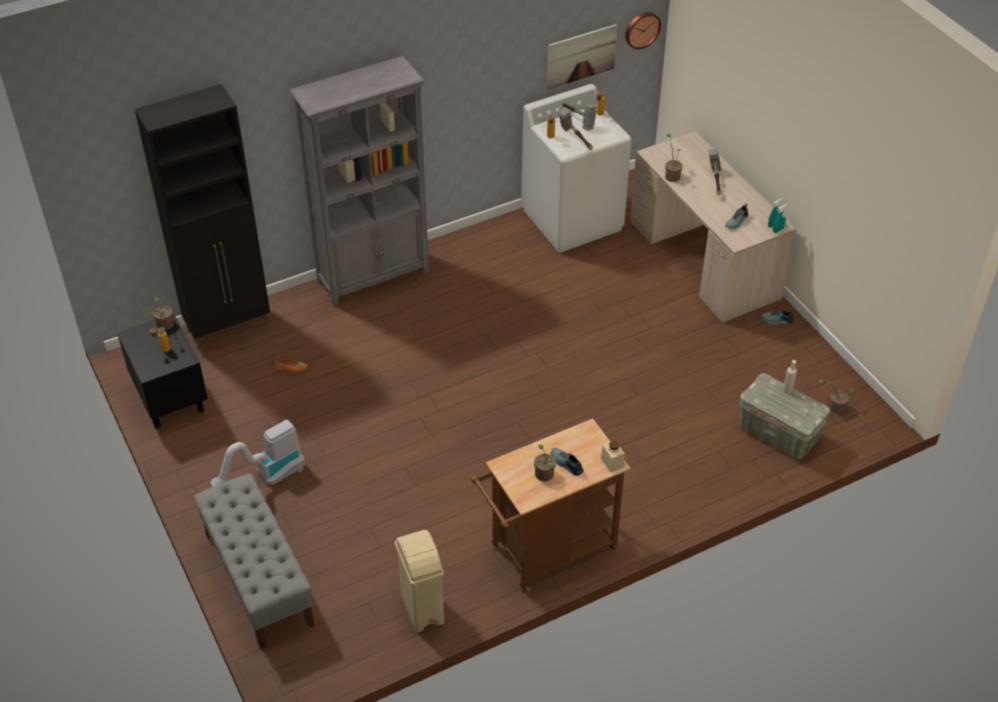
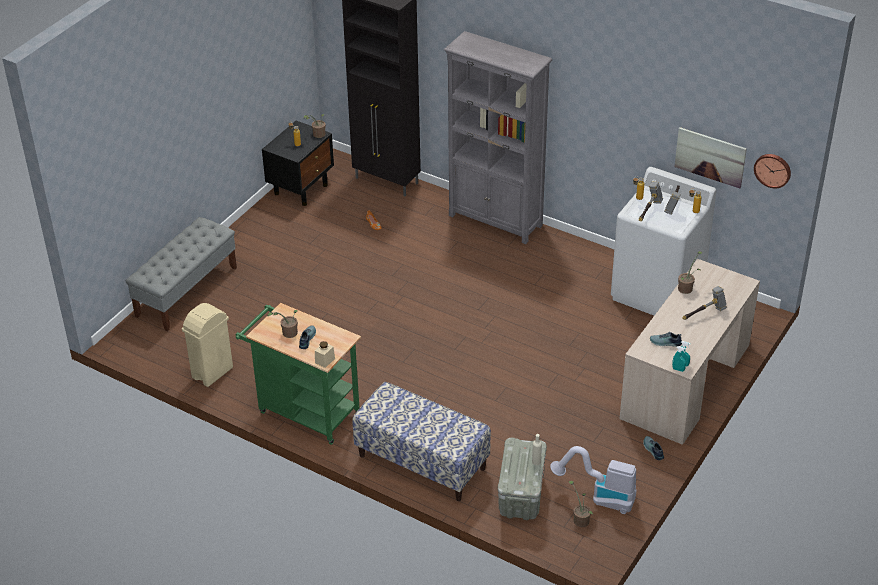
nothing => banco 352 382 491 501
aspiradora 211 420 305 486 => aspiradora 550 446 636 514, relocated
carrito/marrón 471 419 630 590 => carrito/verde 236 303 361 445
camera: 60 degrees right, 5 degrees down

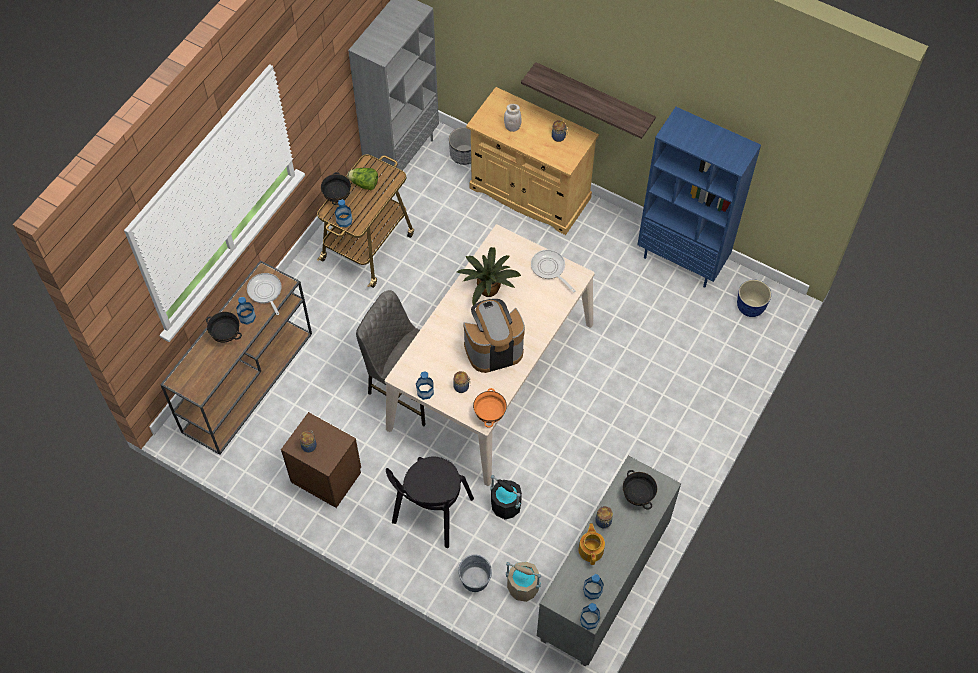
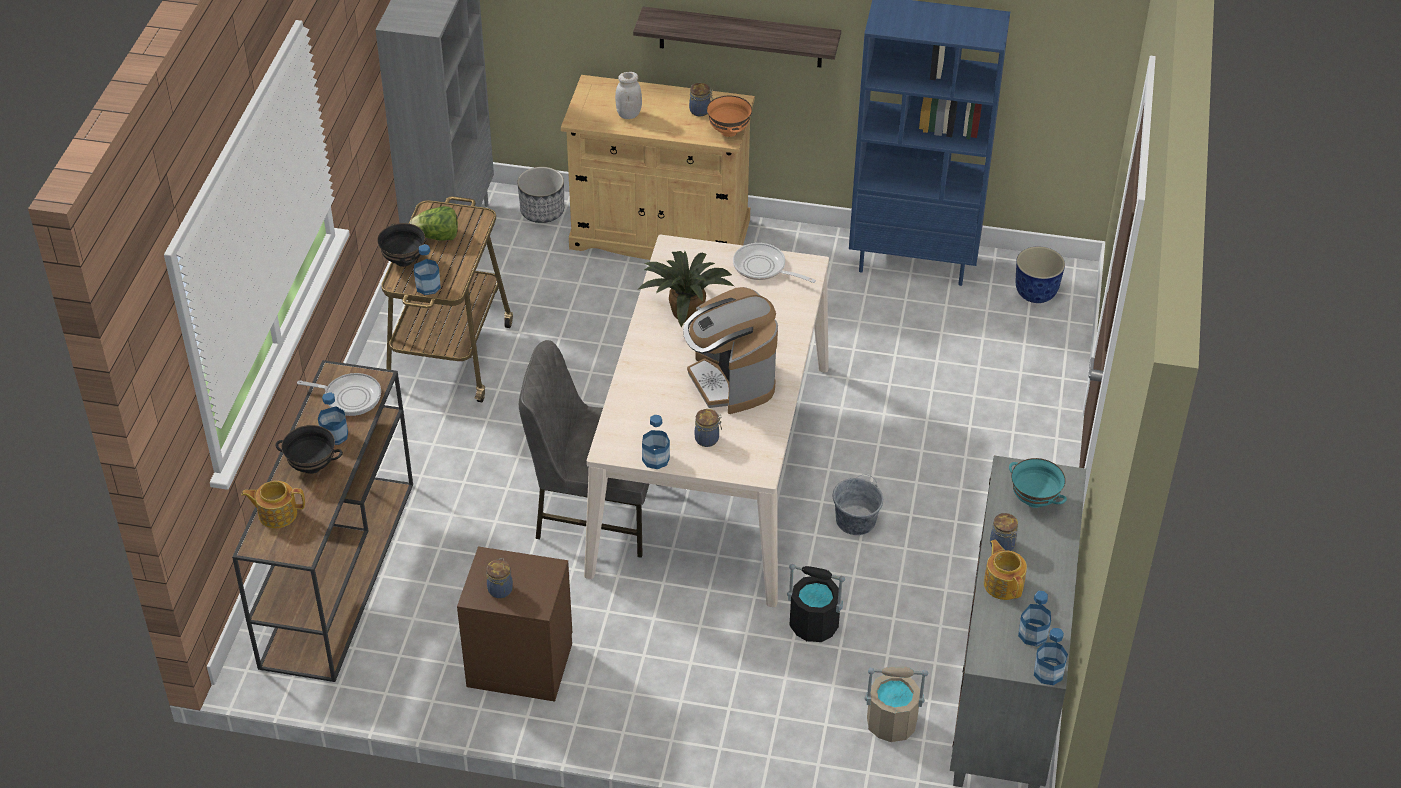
silla/negro 386 457 474 548 => nothing
nothing => tetera 241 481 305 529
cubo/gris 458 554 492 592 => cubo/gris 833 475 883 535, relocated
cuenco/naranja 473 388 507 428 => cuenco/naranja 707 96 752 137, relocated
cuenco/negro 623 470 657 510 => cuenco/turquesa 1009 458 1067 508
sartén 247 273 282 315 => sartén 297 373 381 416, 150 degrees clockwise
cafetera 463 299 525 373 => cafetera 683 287 778 414, 75 degrees counterclockwise
camera: 20 degrees left, 15 degrees down

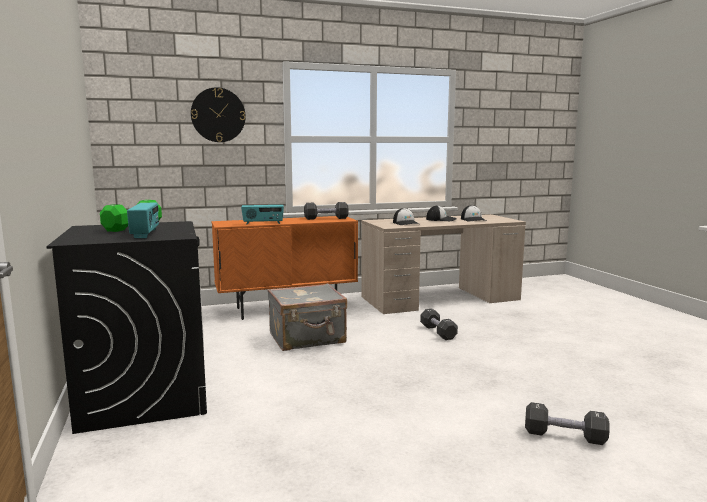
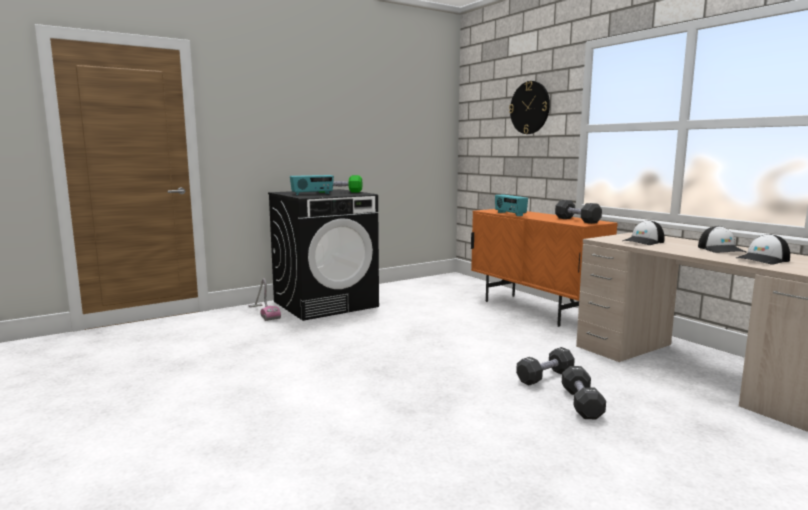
maleta/gris 268 283 347 351 => nothing
nothing => aspiradora 249 278 281 321
mancuerna/negro 525 402 610 445 => mancuerna/negro 562 366 606 419, relocated
camera: 75 degrees right, 0 degrees up

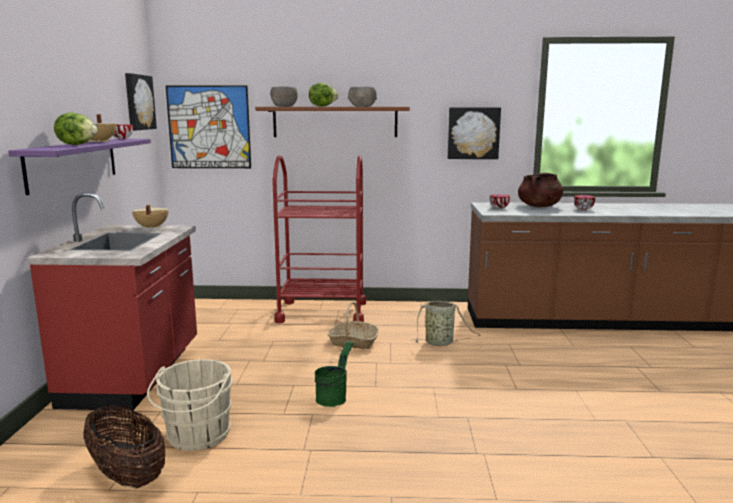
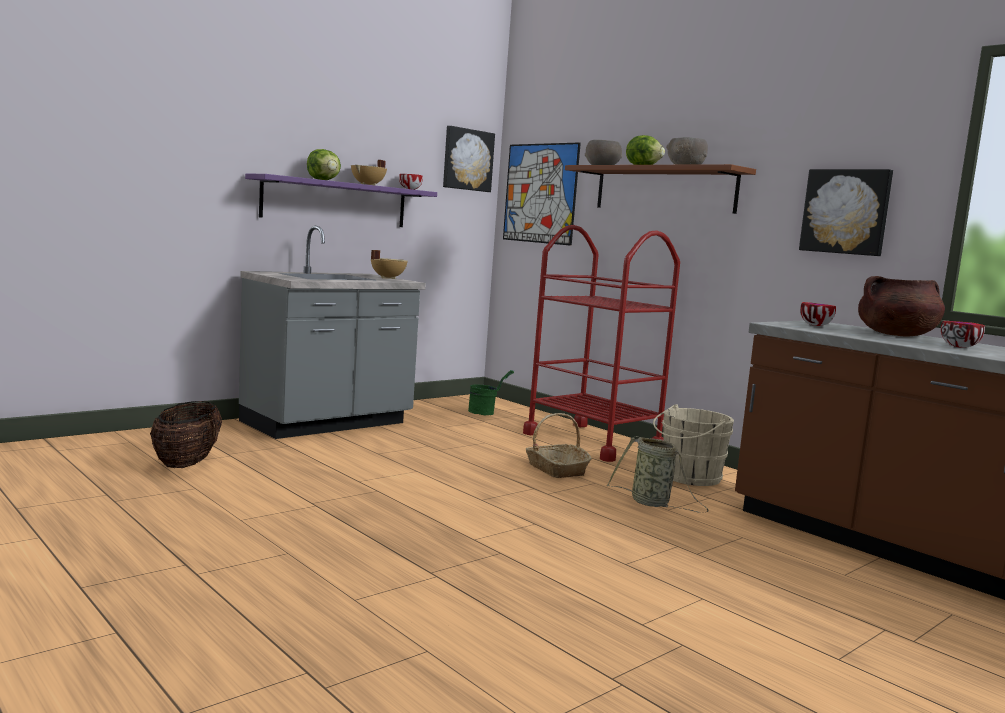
cubo/beis 147 359 233 451 => cubo/beis 653 404 734 486, relocated
cubo/verde 315 340 354 407 => cubo/verde 468 370 514 415, relocated
mueble bajo de cocina/rojo 28 193 197 411 => mueble bajo de cocina/gris 239 226 426 439
camera: 45 degrees right, 5 degrees down

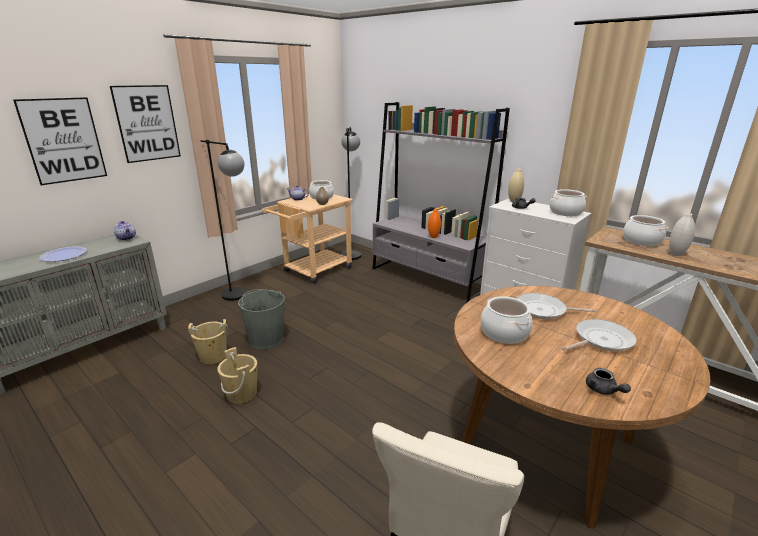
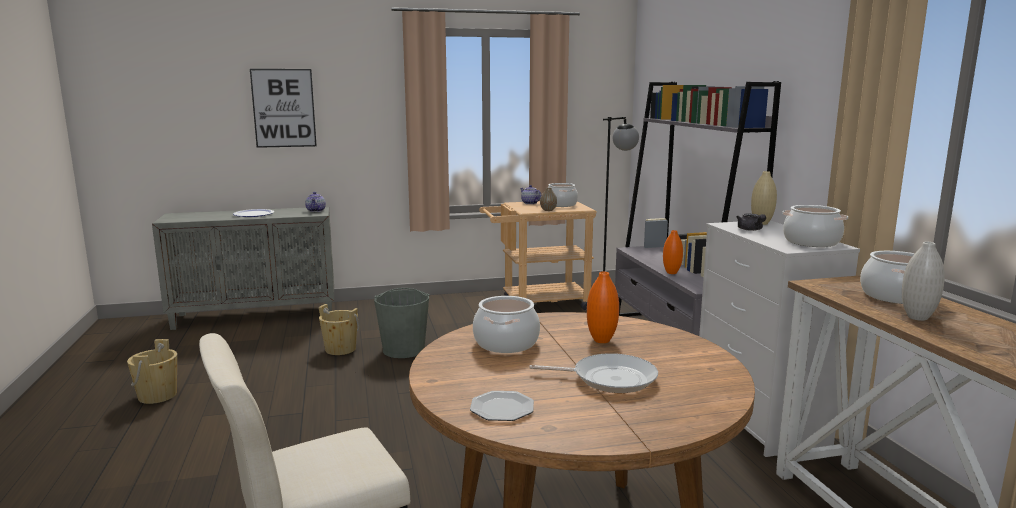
cuadro 110 85 181 163 => nothing
lámpara de pie/negro 201 140 248 301 => nothing
cubo/beis 217 347 257 404 => cubo/beis 127 339 177 404, relocated
sartén 516 293 596 319 => florero/naranja 587 271 619 343
tetera/gris 586 368 631 395 => plato 470 391 534 421
camera: 35 degrees right, 10 degrees down

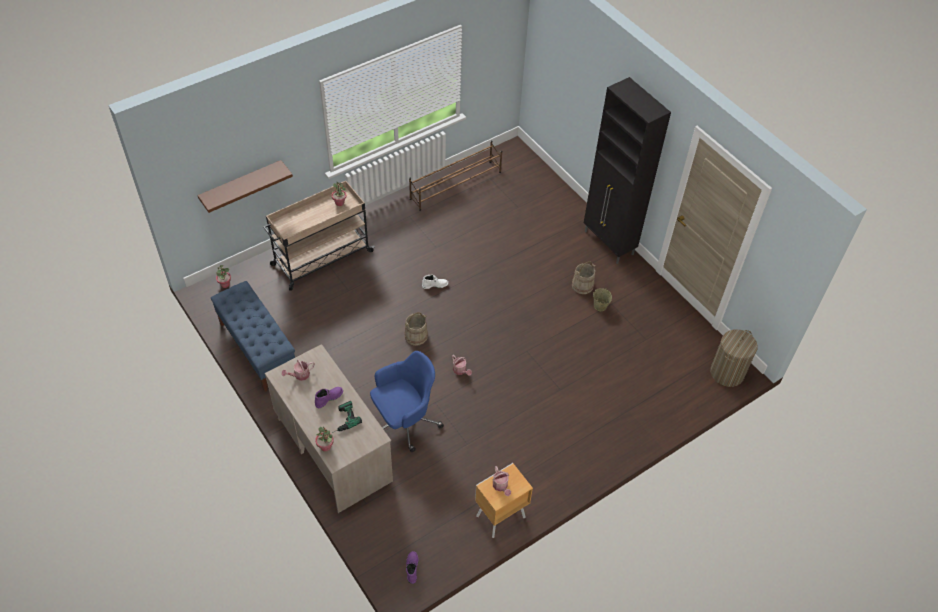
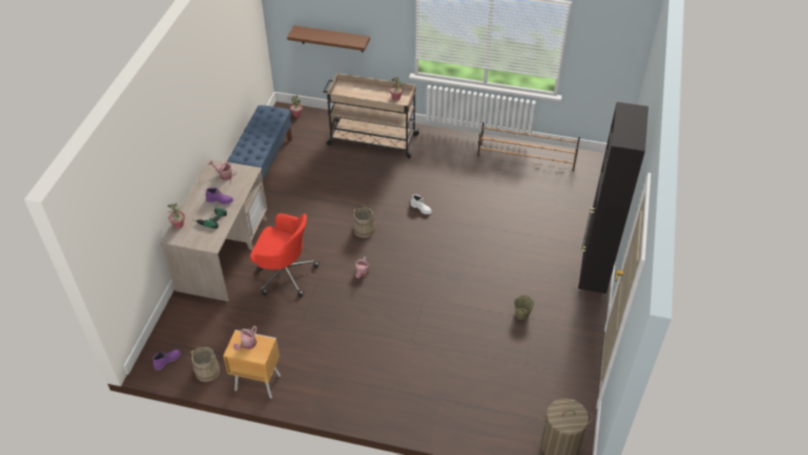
cubo/beis 572 261 595 294 => cubo/beis 190 347 220 382, relocated
silla de oficina/azul 370 351 444 452 => silla de oficina/rojo 250 213 320 297
camera: 50 degrees right, 5 degrees down

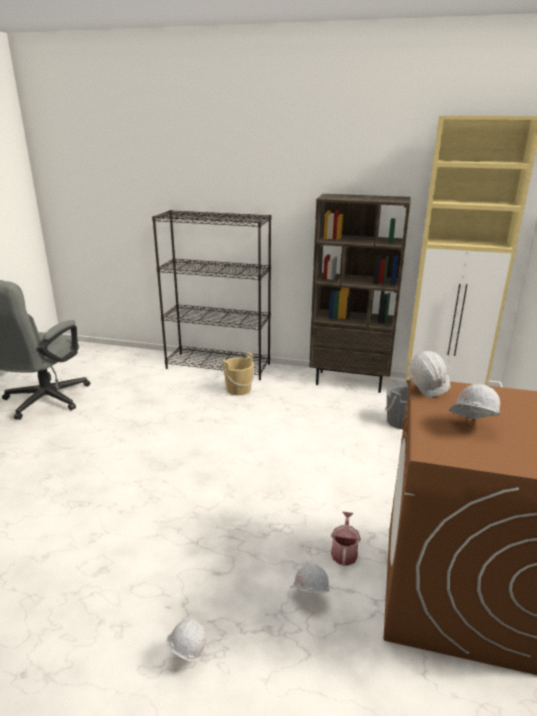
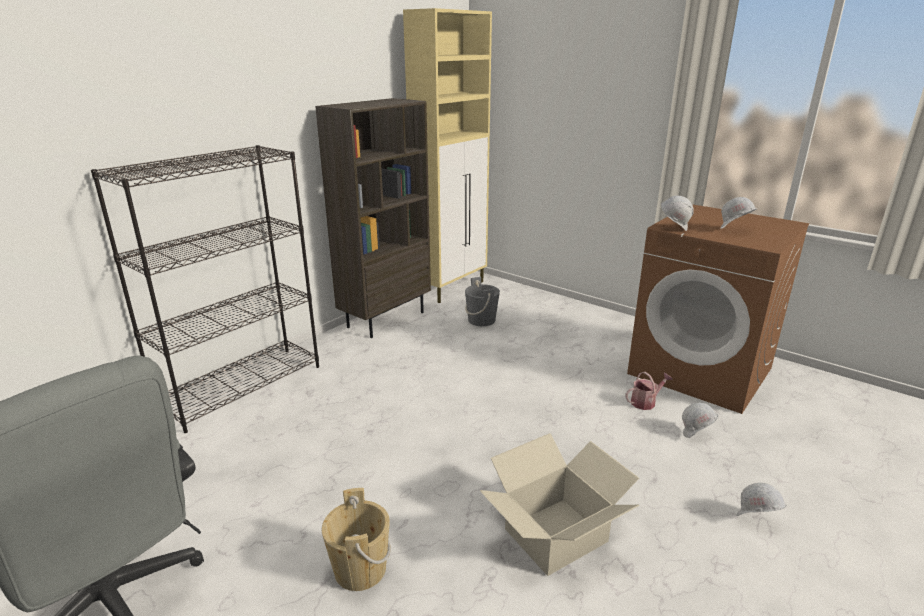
nothing => caja de cartón 480 433 639 576
cubo/beis 222 352 254 395 => cubo/beis 322 488 391 591, relocated
regadera 331 512 361 566 => regadera 625 372 673 410, 120 degrees clockwise
camera: 65 degrees left, 0 degrees up

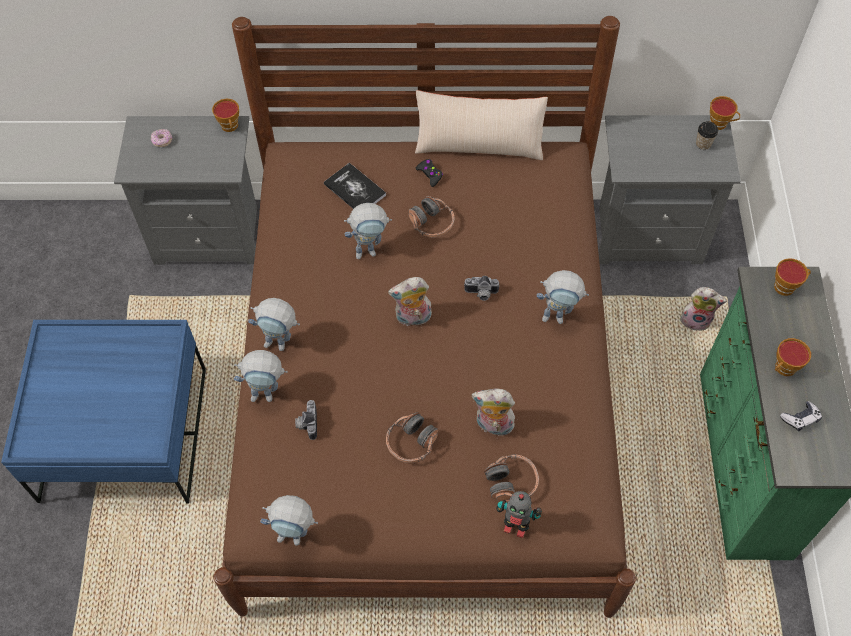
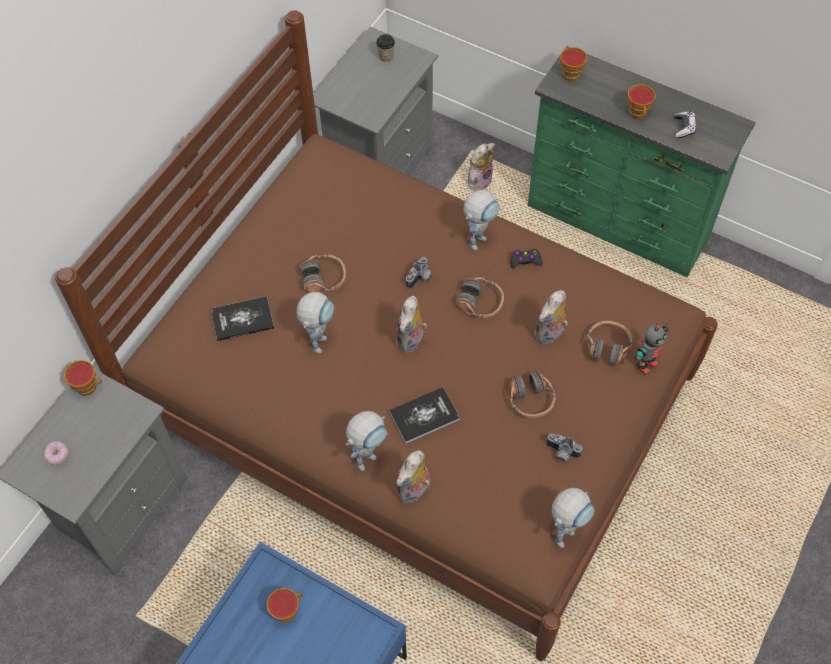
cojín/beis 415 90 548 160 => nothing
nothing => libro 389 387 460 444
nothing => auriculares 455 277 504 318
cámara 295 400 317 440 => cámara 546 433 582 463, relocated
mando de consola/negro 416 159 443 187 => mando de consola/negro 511 249 542 268, relocated
taza 710 96 740 130 => taza 267 588 303 623, relocated
robot de juguete 234 350 288 402 => peluche 396 451 434 503
camera: 60 degrees left, 0 degrees up

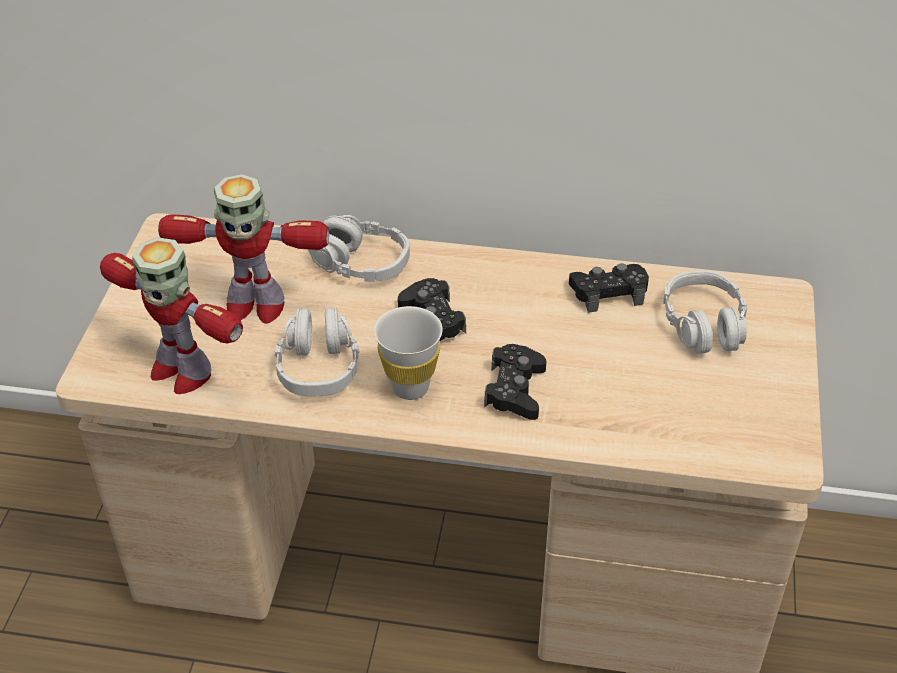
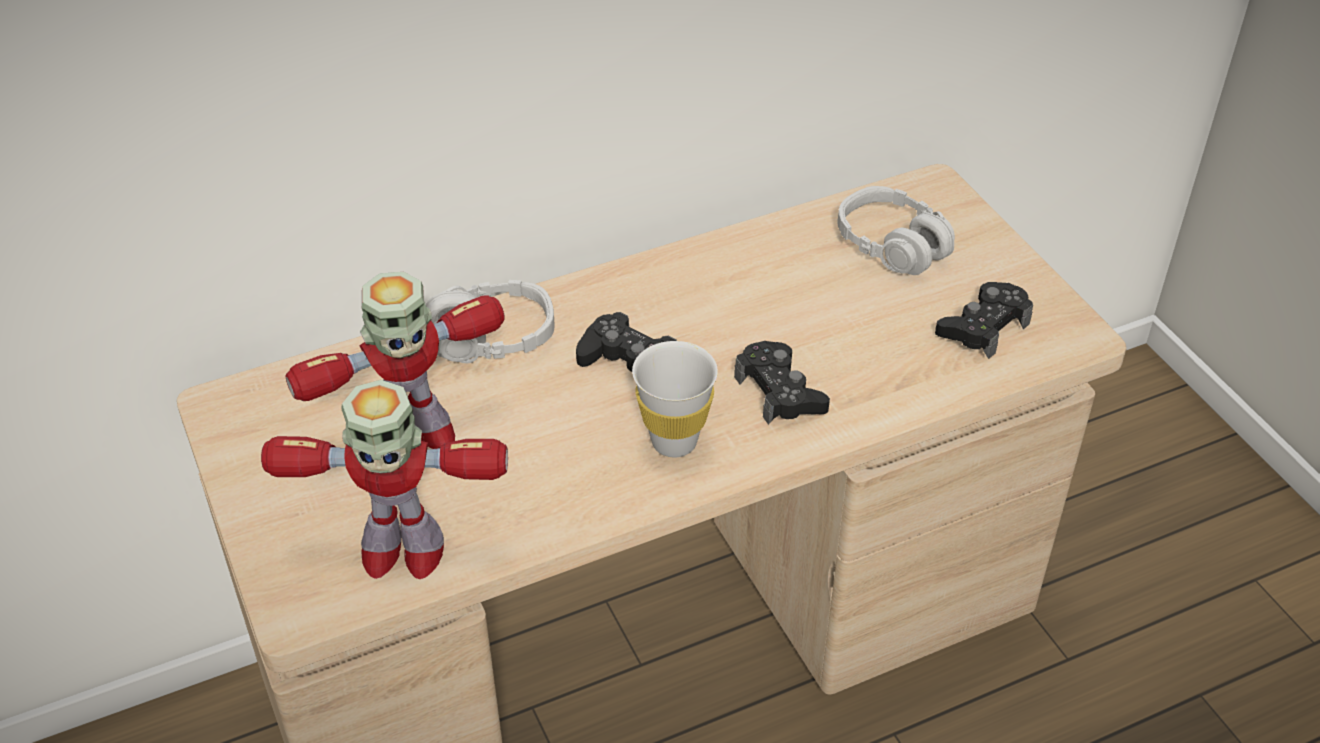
auriculares/gris 275 307 360 397 => nothing
mando de consola/negro 569 264 649 313 => mando de consola/negro 935 282 1033 359, relocated
camera: 35 degrees left, 0 degrees up

